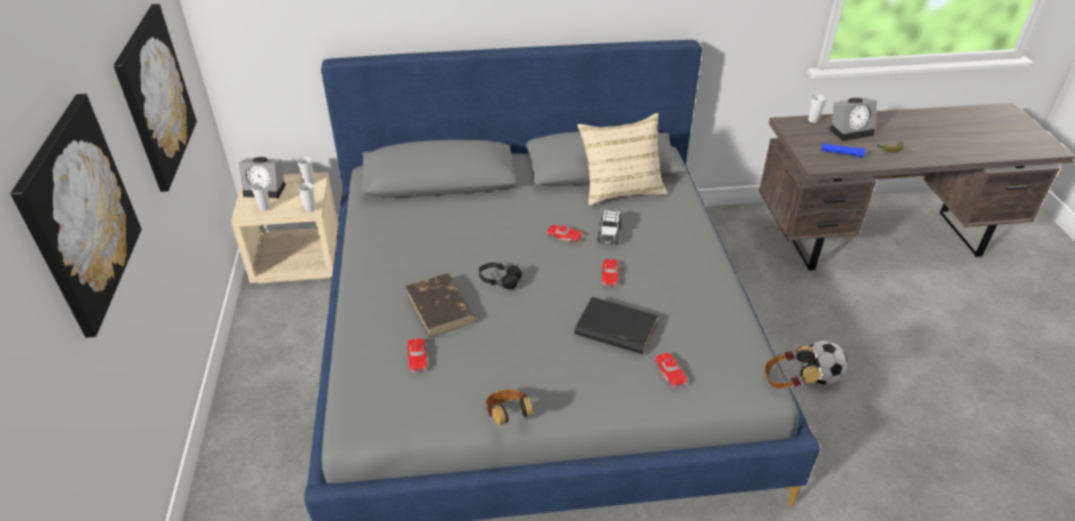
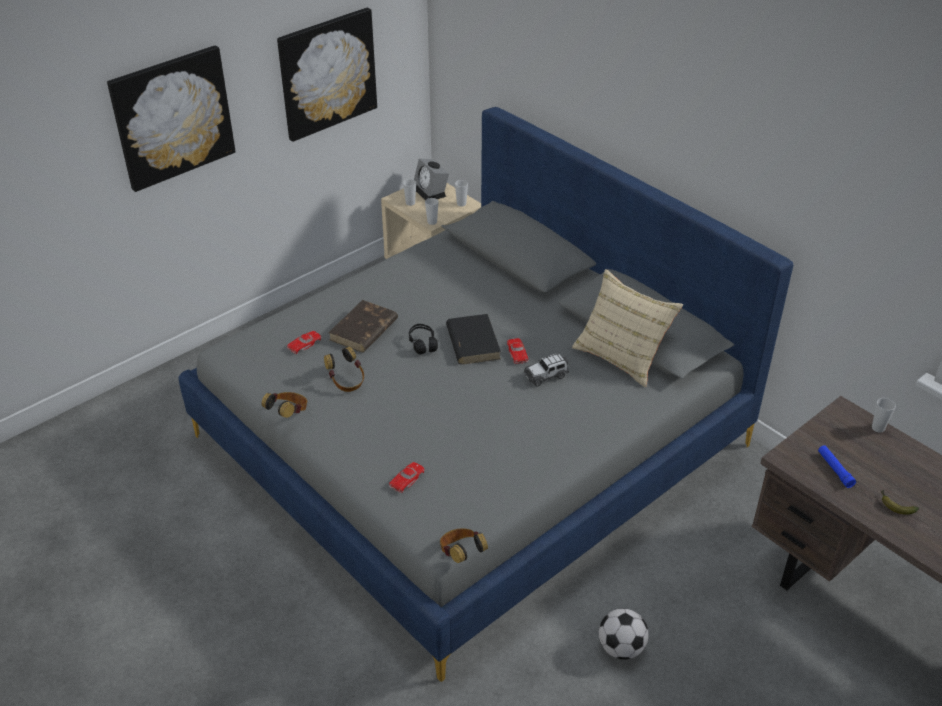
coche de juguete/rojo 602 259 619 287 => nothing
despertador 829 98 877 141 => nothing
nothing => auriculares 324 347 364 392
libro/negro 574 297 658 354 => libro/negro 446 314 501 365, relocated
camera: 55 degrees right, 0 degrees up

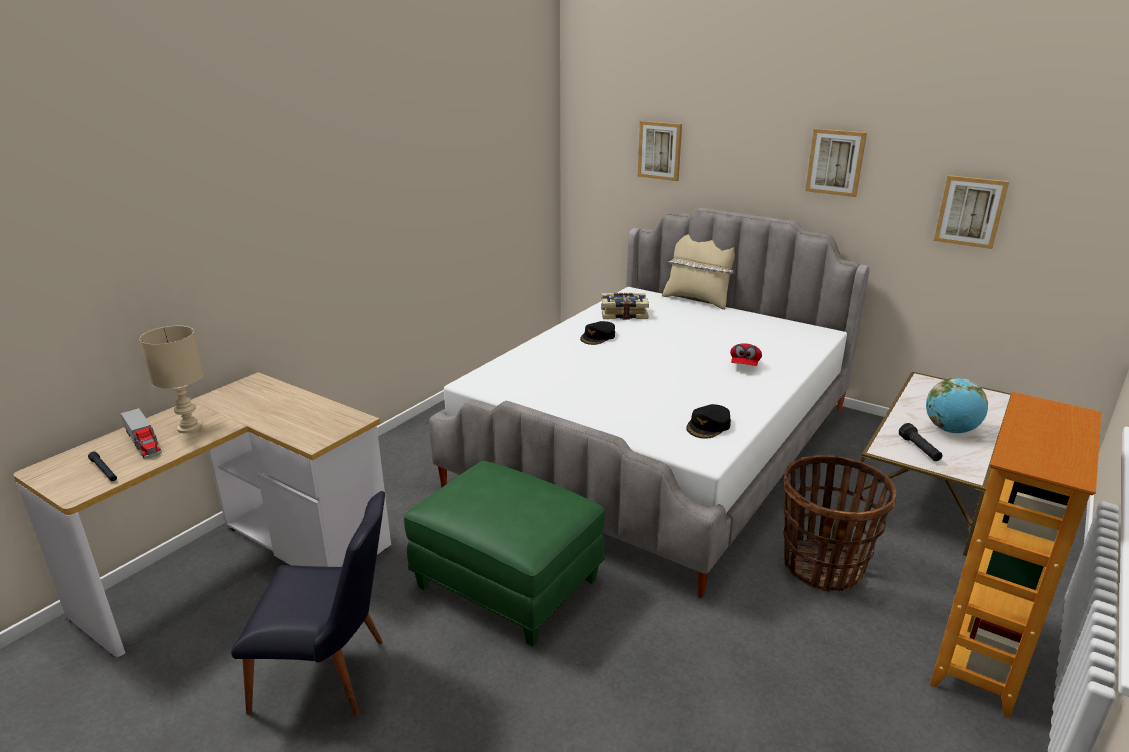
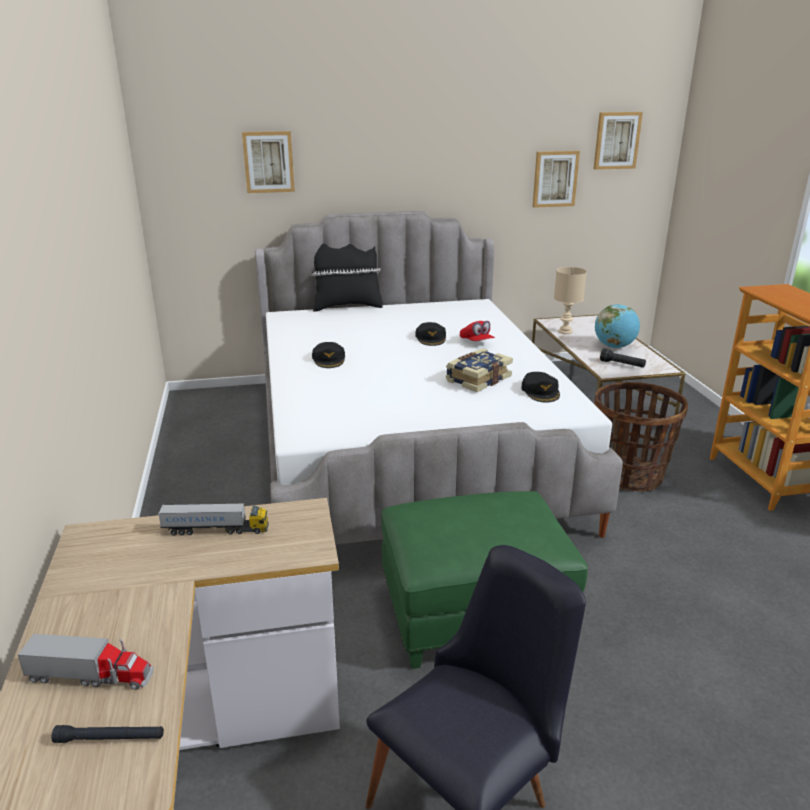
nothing => camión de juguete 158 503 269 536
nothing => gorra/negro 415 322 446 346
lámpara de mesa/beis 139 326 203 433 => lámpara de mesa/beis 554 267 587 334, relocated
libro 601 293 649 320 => libro 446 348 513 392, relocated
cuadro 805 129 867 197 => cuadro 594 112 643 170, relocated
cojín/beis 662 234 735 310 => cojín/negro 312 243 383 312
camera: 45 degrees left, 0 degrees up

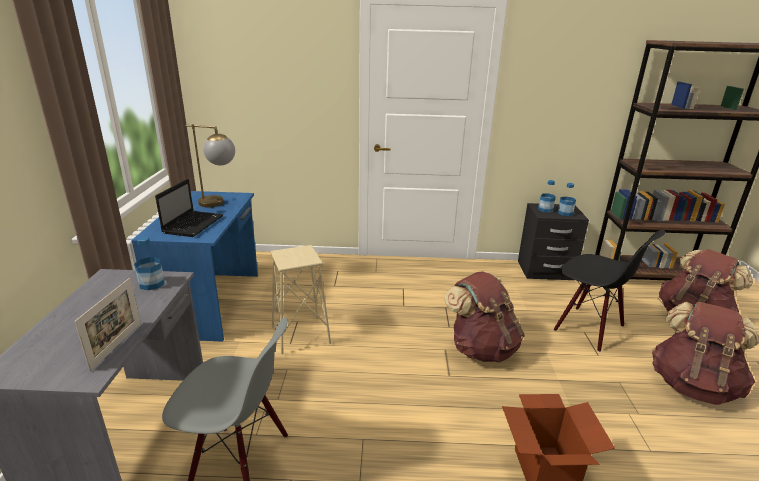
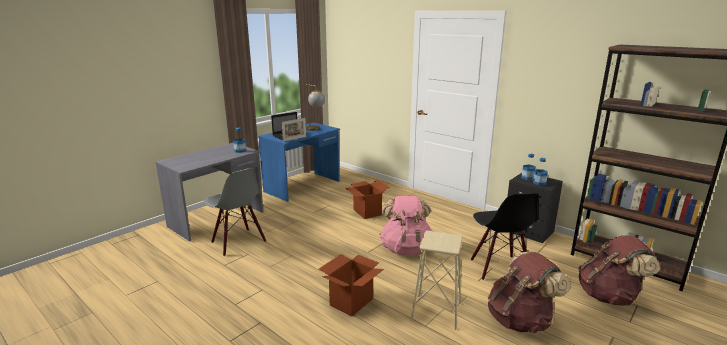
nothing => caja de cartón 345 180 390 219
portarretratos 74 278 141 371 => portarretratos 282 118 306 142, relocated
taburete/beis 271 245 331 354 => taburete/beis 411 230 463 330, relocated
mochila/marrón 444 271 525 363 => mochila/rosa 380 196 432 256
camera: 40 degrees right, 5 degrees down

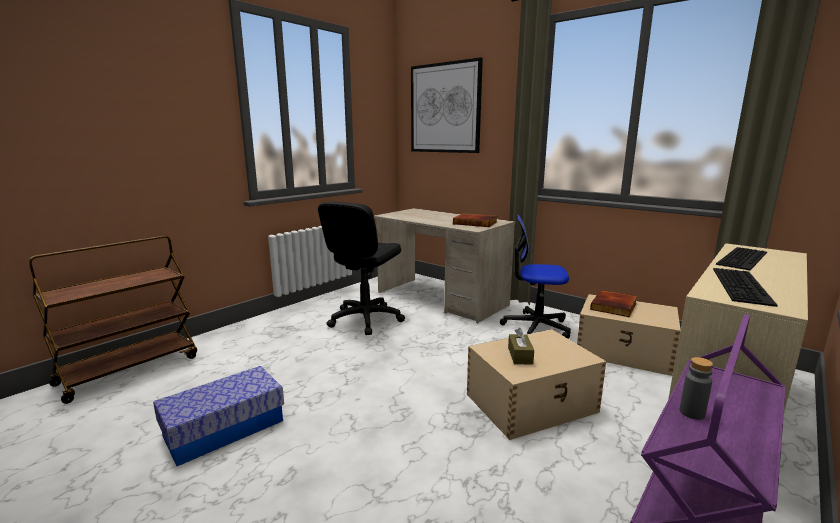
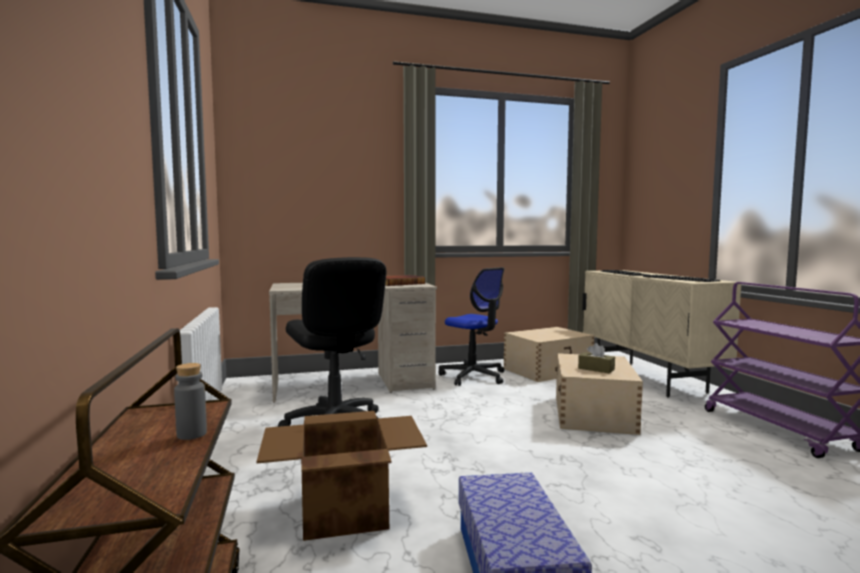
cuadro 411 57 483 153 => nothing
libro 590 290 637 317 => nothing
nothing => caja de cartón 257 411 427 541
botella/gris 680 357 713 420 => botella/gris 174 363 207 440, relocated
silla de oficina 500 214 571 339 => silla de oficina 438 267 504 386, 90 degrees counterclockwise
camera: 55 degrees left, 10 degrees down

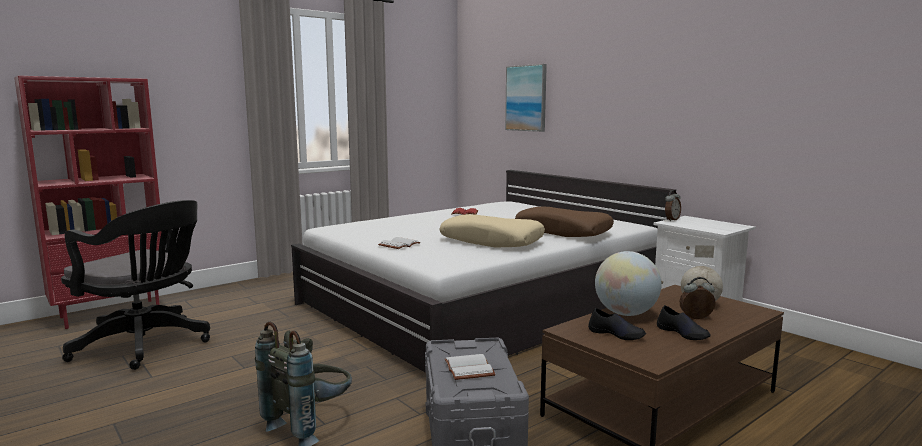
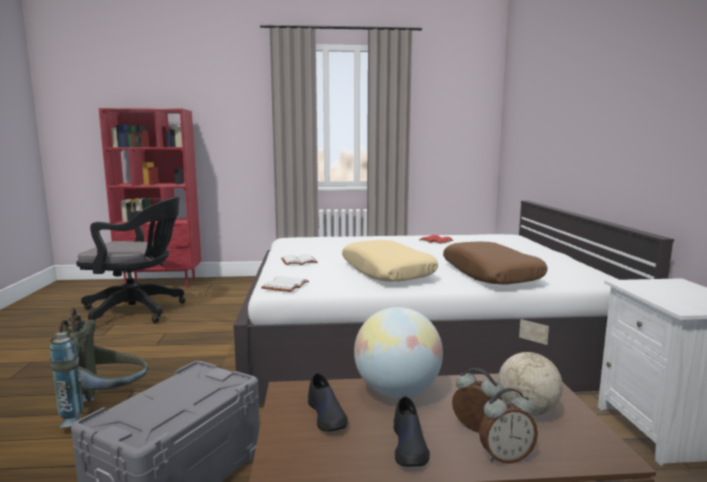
cuadro 505 64 547 132 => nothing
libro/blanco 445 354 496 380 => libro/blanco 261 276 309 292, relocated
despertador 665 190 681 221 => despertador 479 388 538 464, relocated
silla de oficina/negro 61 200 210 370 => silla de oficina/negro 76 197 186 323, 60 degrees counterclockwise
camera: 35 degrees right, 0 degrees up

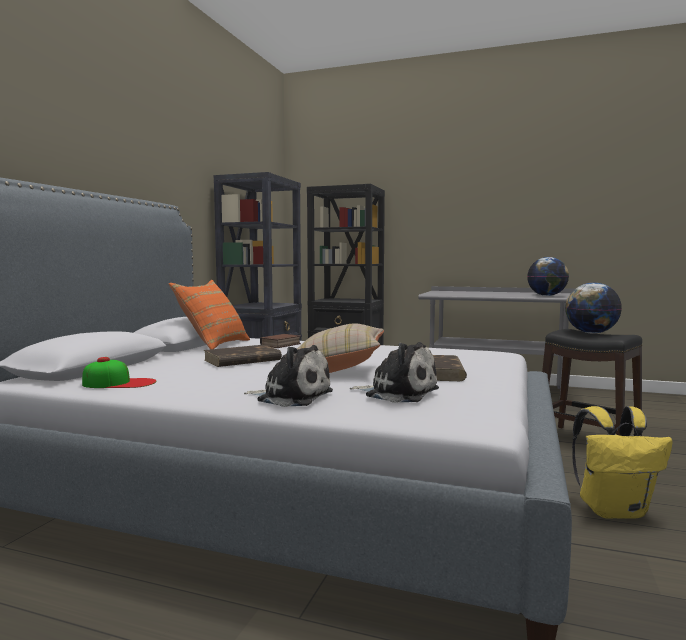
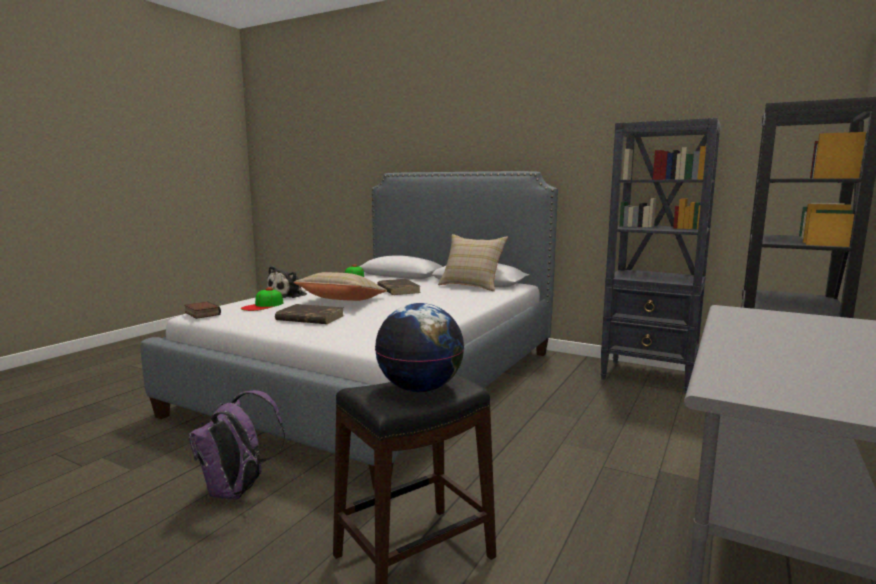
globo terráqueo 527 257 569 296 => nothing
libro 260 334 301 348 => libro 184 301 221 319, relocated
peluche 350 342 439 403 => gorra 241 287 283 311
cojín/naranja 169 280 250 349 => cojín/beis 438 234 508 291
mochila/amarillo 572 406 673 519 => mochila/morado 189 390 285 500
camera: 100 degrees right, 5 degrees up

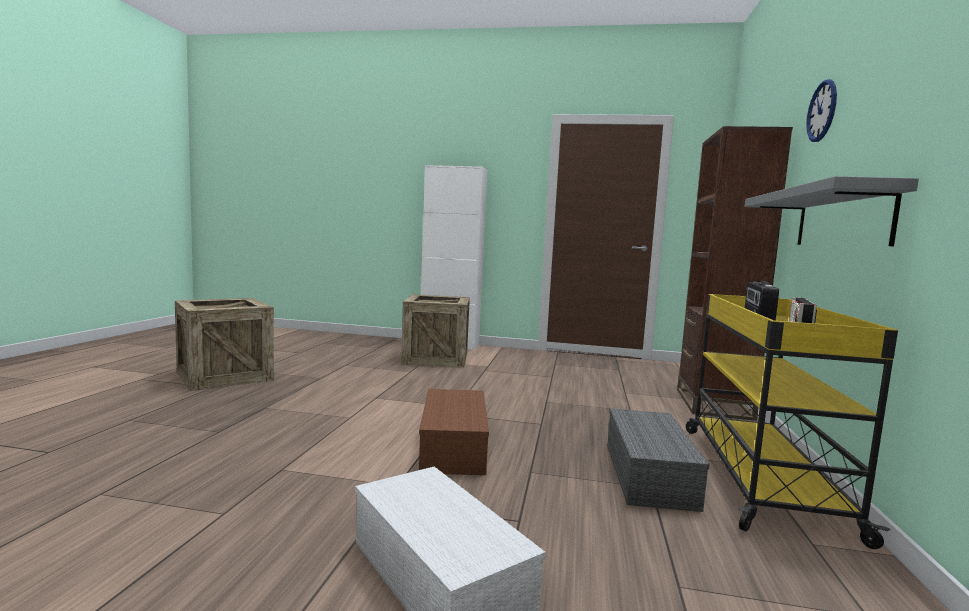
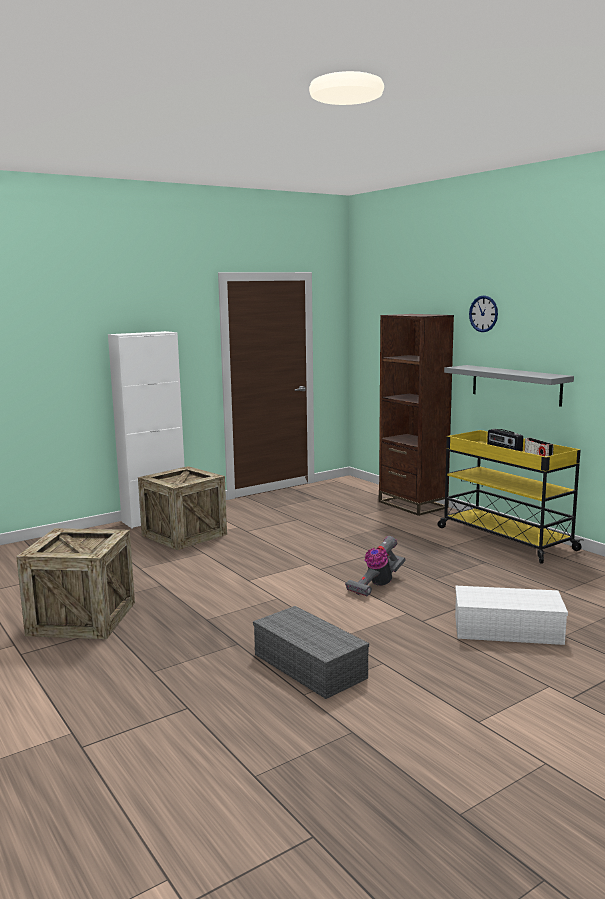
caja de almacenaje/gris 607 409 709 512 => caja de almacenaje/gris 253 606 369 699, relocated
caja de almacenaje/marrón 419 389 489 475 => aspiradora 345 536 406 597
camera: 45 degrees left, 5 degrees up

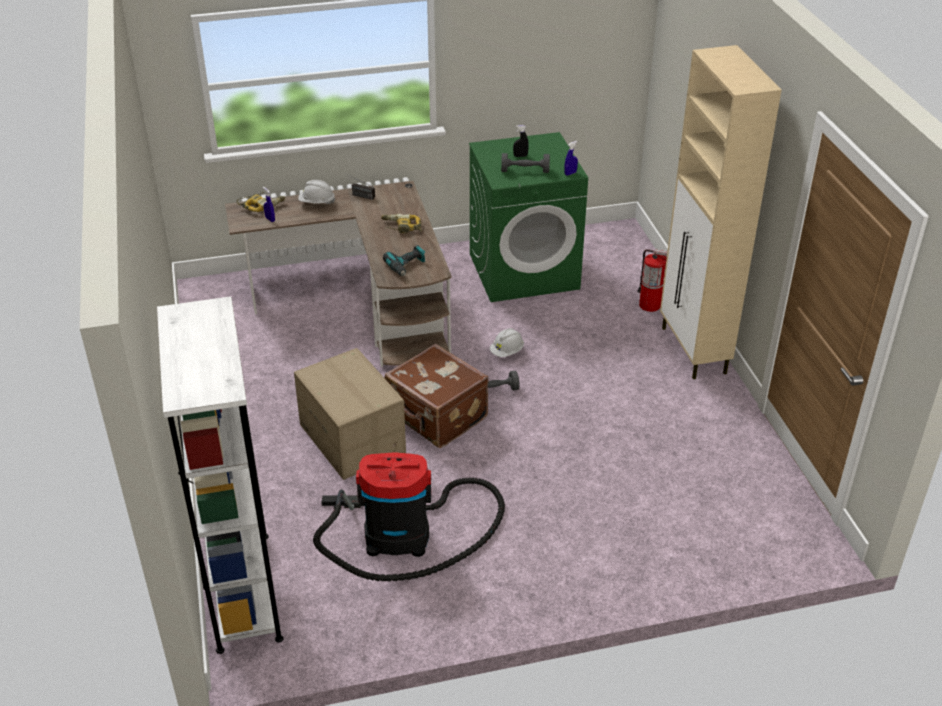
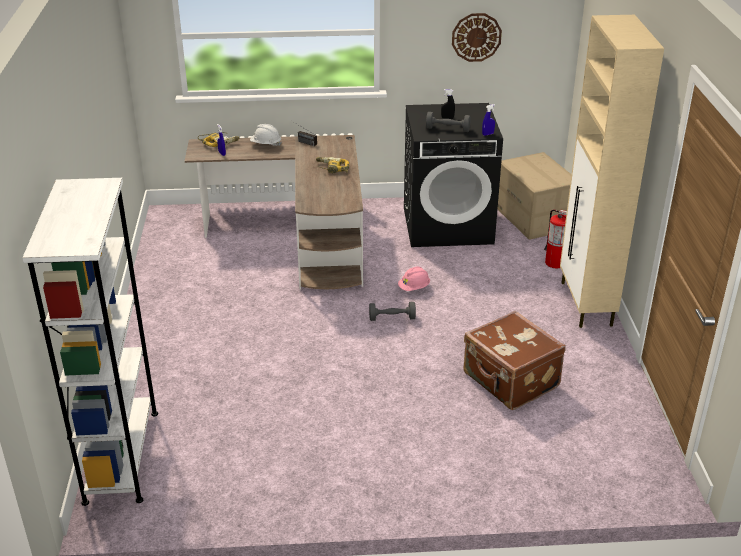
aspiradora 313 452 505 581 => nothing
taladro 383 245 425 276 => nothing
nothing => reloj de pared 452 13 502 62
caja de cartón 294 348 406 480 => caja de cartón 498 152 572 240, relocated
maleta/marrón 385 343 489 448 => maleta/marrón 464 311 566 410, relocated
lavadora/verde 469 132 588 302 => lavadora/negro 404 103 503 247
casco/blanco 490 328 524 357 => casco/rosa 398 266 430 291
camera: 10 degrees right, 5 degrees down

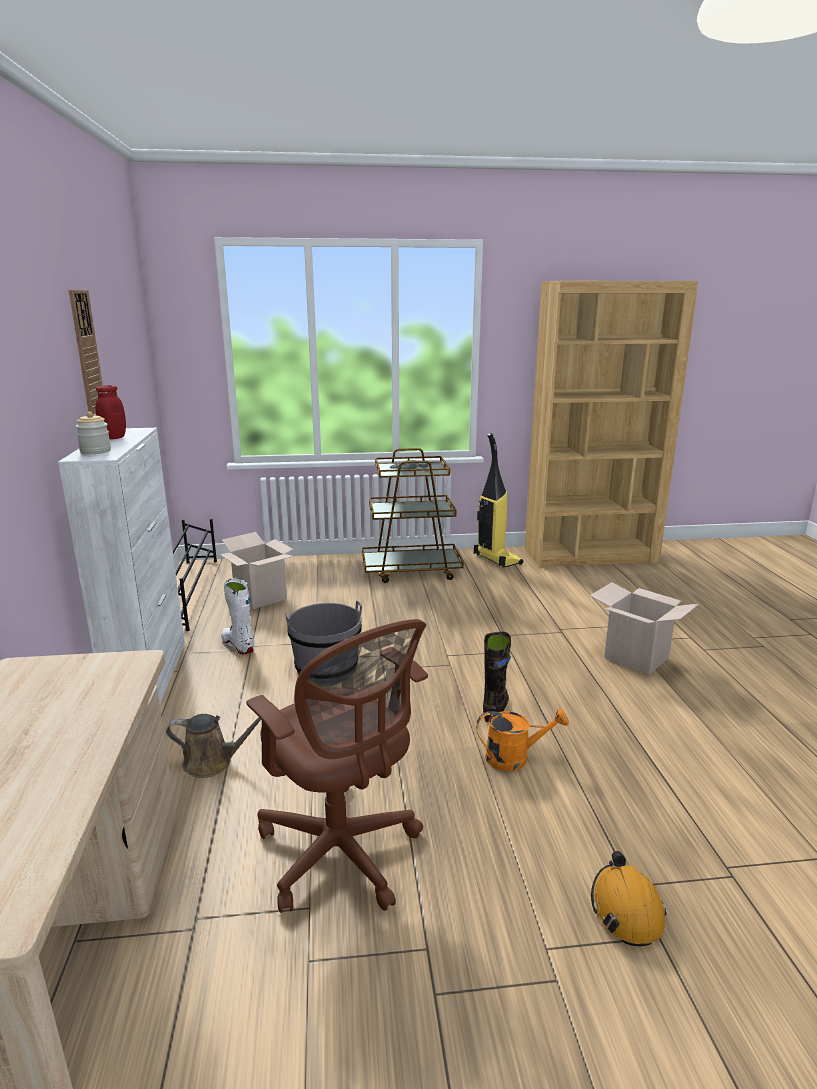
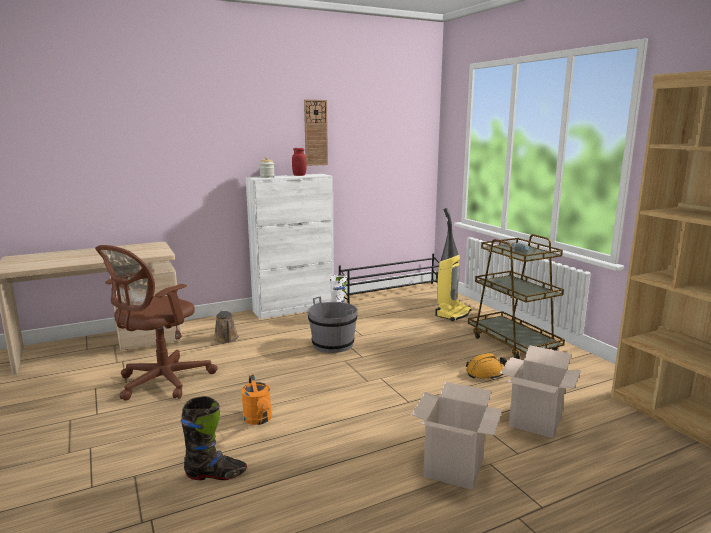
caja de cartón 219 532 294 609 => caja de cartón 500 345 581 438, relocated
aspiradora 474 433 523 567 => aspiradora 435 208 472 322, relocated
bota/negro 483 632 511 723 => bota/negro 181 396 247 480, relocated
casco/naranja 591 851 666 946 => casco/naranja 466 353 507 380, relocated
camera: 70 degrees right, 5 degrees down

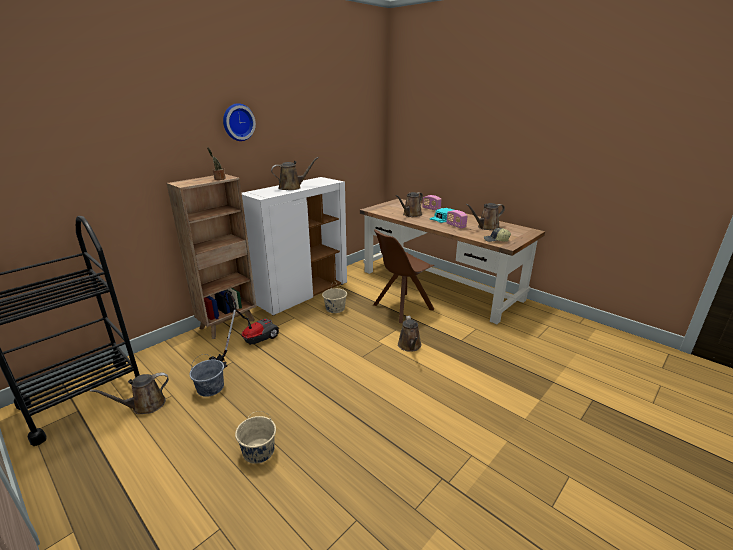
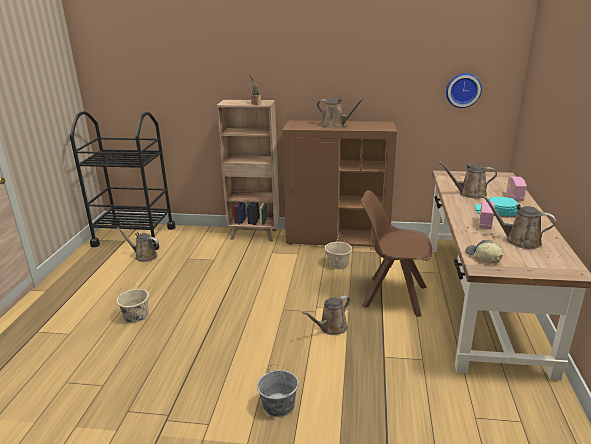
aspiradora 209 291 279 368 => nothing
cubo/gris 190 354 224 397 => cubo/gris 257 364 299 417, relocated
reloj de pared 223 103 256 141 => reloj de pared 446 73 482 108, relocated
armario/blanco 242 177 347 316 => armario/marrón 282 120 397 247
camera: 55 degrees right, 0 degrees up

